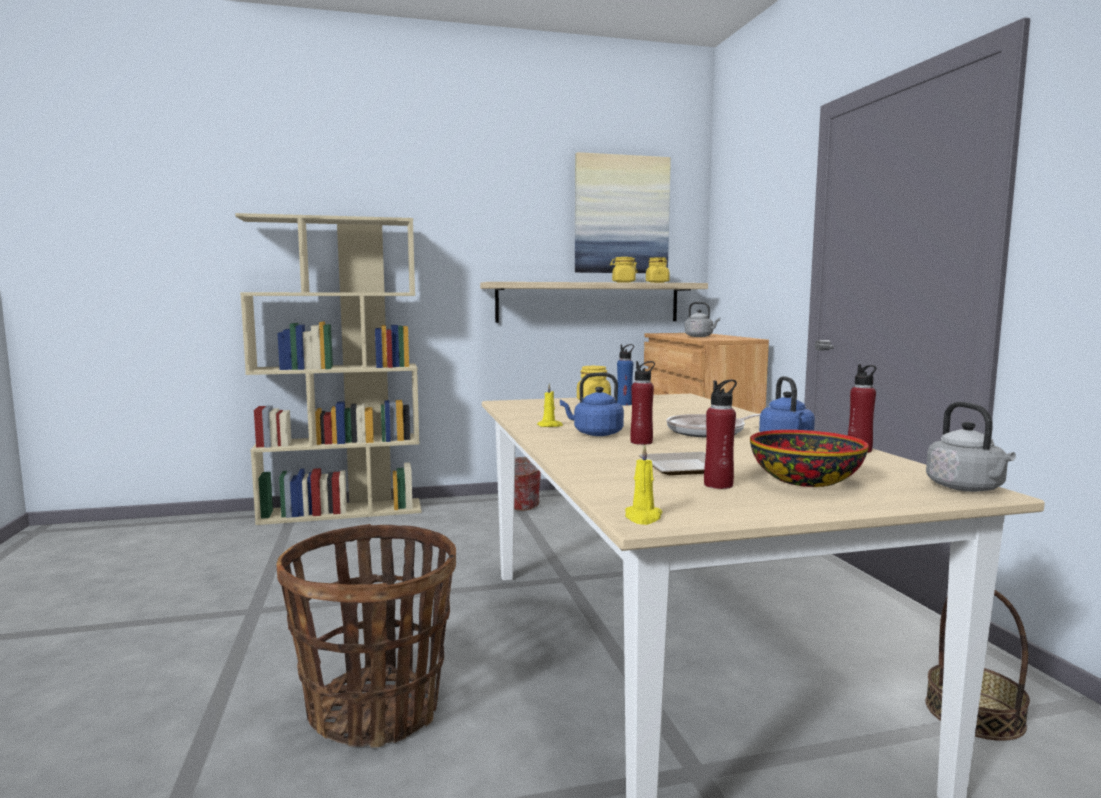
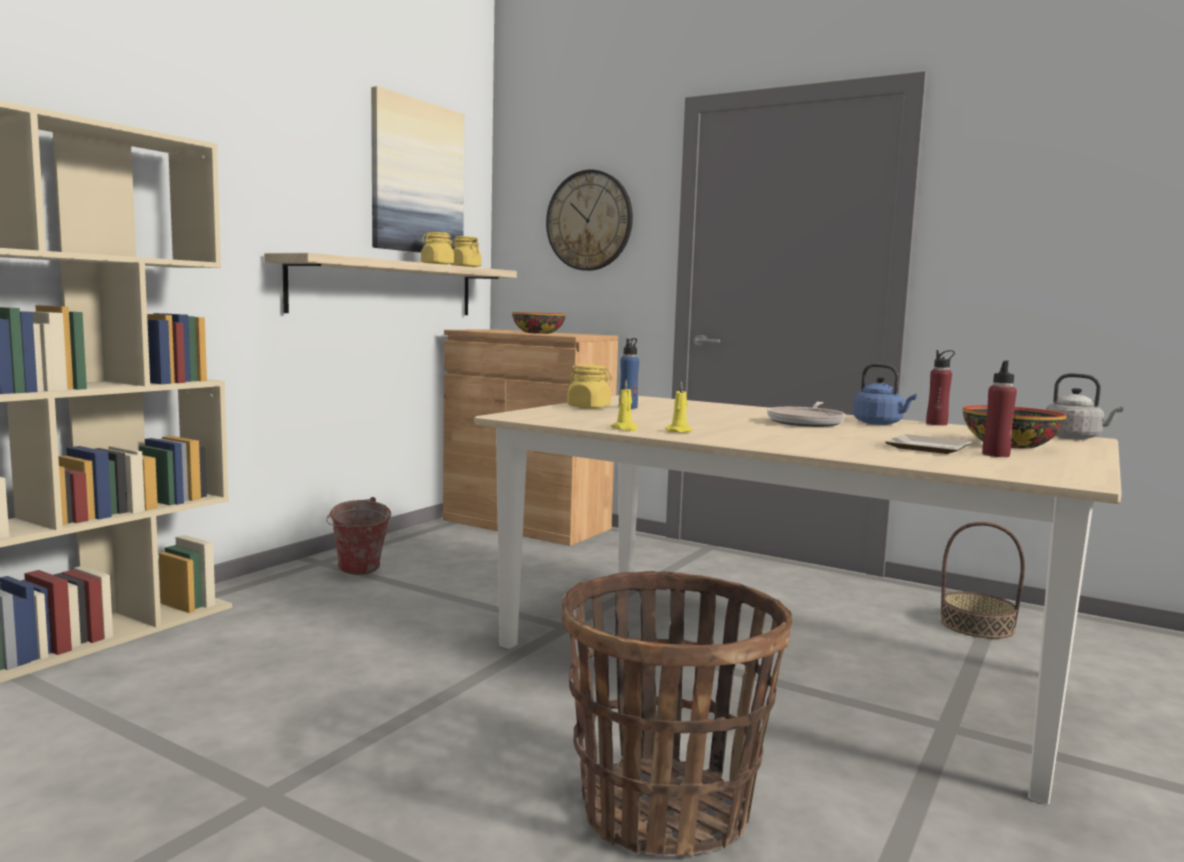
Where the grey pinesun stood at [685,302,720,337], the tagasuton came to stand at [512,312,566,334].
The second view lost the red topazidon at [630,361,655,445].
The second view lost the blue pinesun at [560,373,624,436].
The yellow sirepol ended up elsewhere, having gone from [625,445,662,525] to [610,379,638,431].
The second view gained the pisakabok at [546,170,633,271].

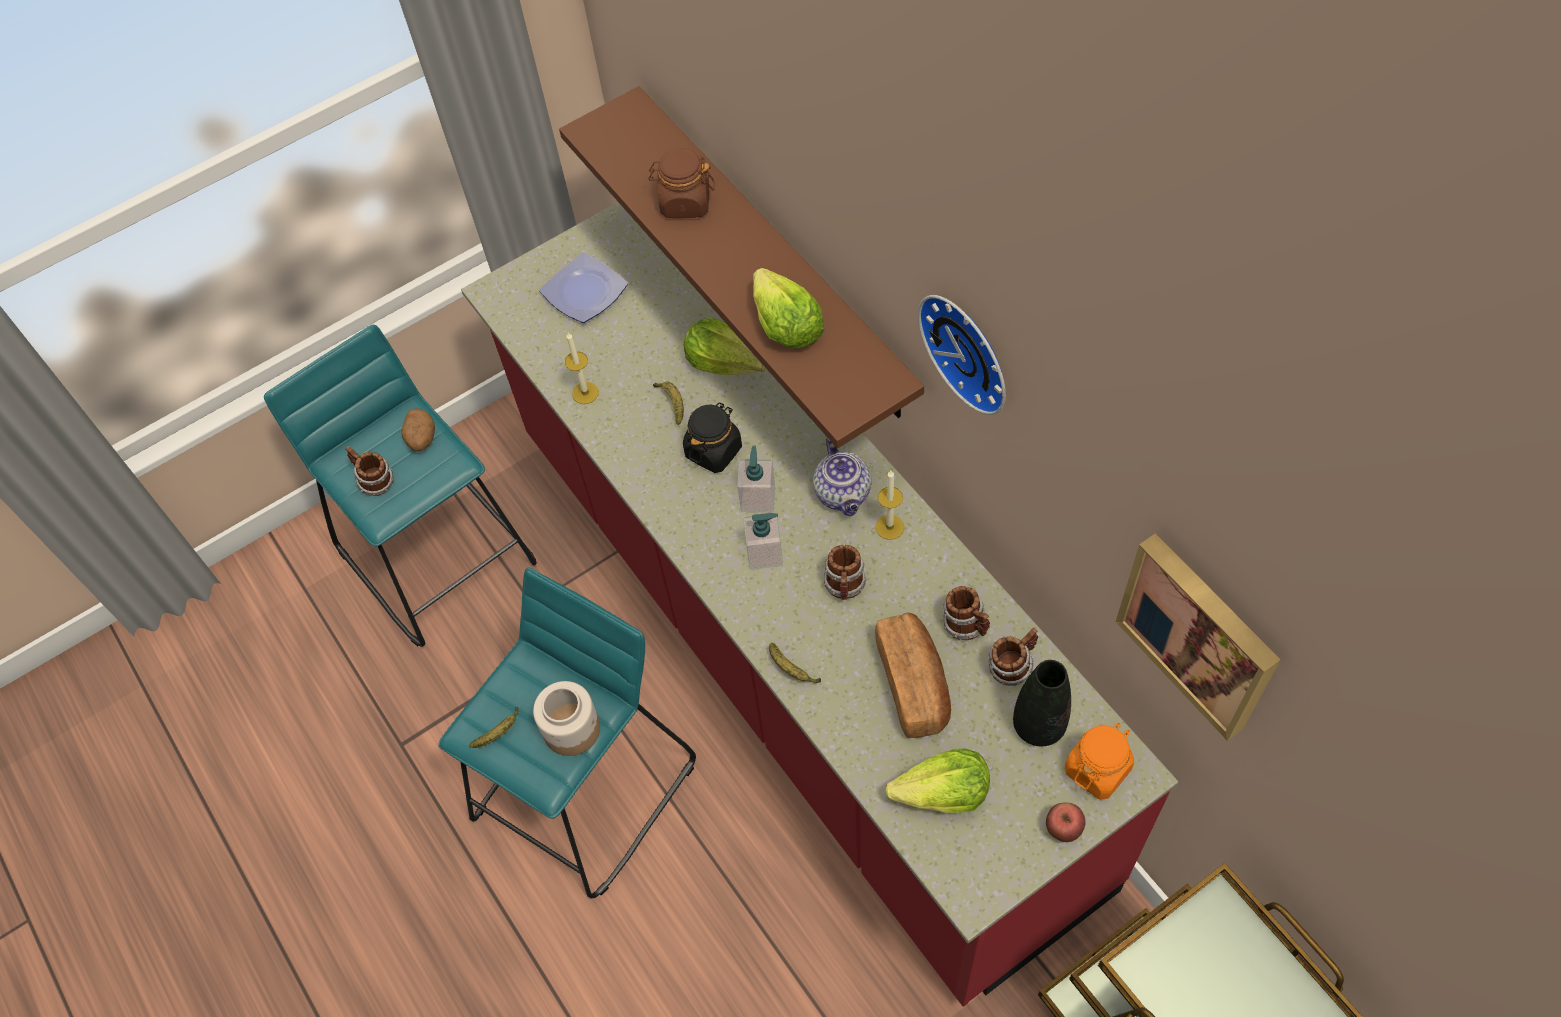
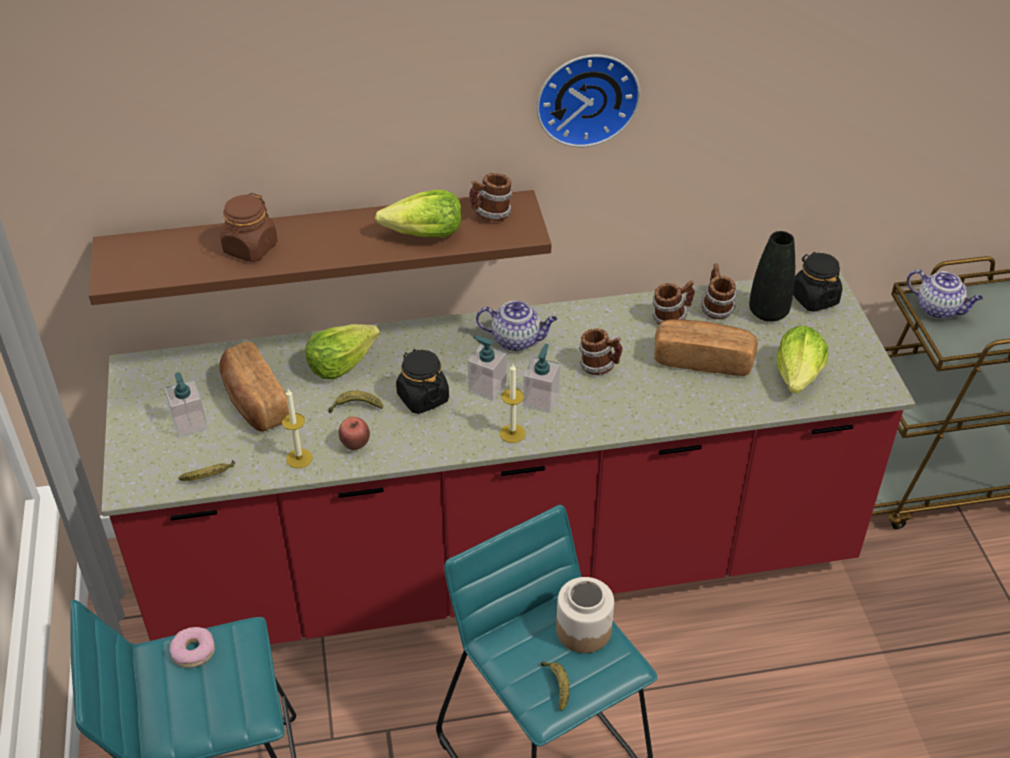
Where the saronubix stood at [539,252,628,323], the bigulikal came to stand at [165,372,208,438].
Where the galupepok stood at [401,408,435,452], the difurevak came to stand at [169,627,215,668].
The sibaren ended up elsewhere, having gone from [345,446,394,496] to [469,173,513,222].
The sirepol ended up elsewhere, having gone from [876,471,904,540] to [500,364,526,443].
The second view lost the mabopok at [1116,533,1281,741].
The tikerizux ended up elsewhere, having gone from [769,643,821,683] to [179,460,235,481].
What was the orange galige at [1065,723,1134,799] turned into the black galige at [793,252,842,312].
The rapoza ended up elsewhere, having gone from [1046,803,1086,842] to [339,417,370,450].
The second view gained the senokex at [907,269,983,319].
The second view gained the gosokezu at [219,341,289,432].

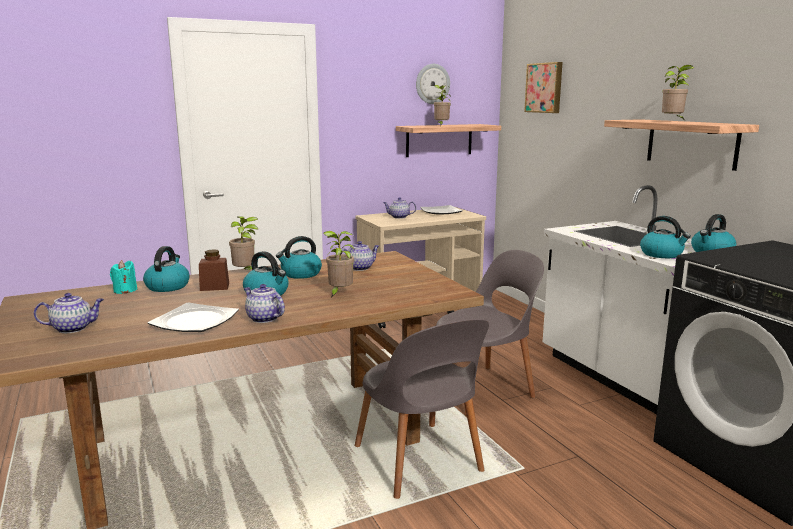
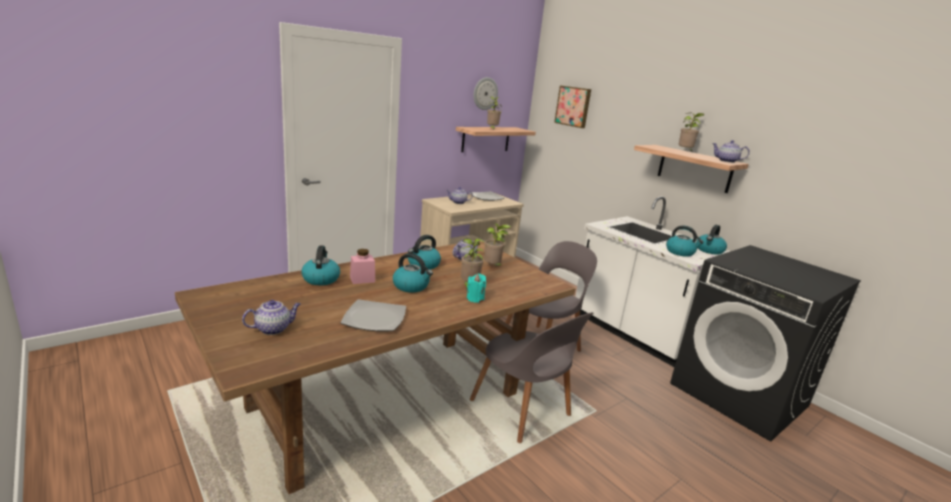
The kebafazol ended up elsewhere, having gone from [229,216,258,270] to [484,224,511,266].
What was the brown galige at [199,249,229,291] turned into the pink galige at [350,249,375,284].
The turquoise sirepol ended up elsewhere, having gone from [110,260,138,294] to [467,274,486,303].
The senokex ended up elsewhere, having gone from [244,284,285,323] to [712,140,750,163].

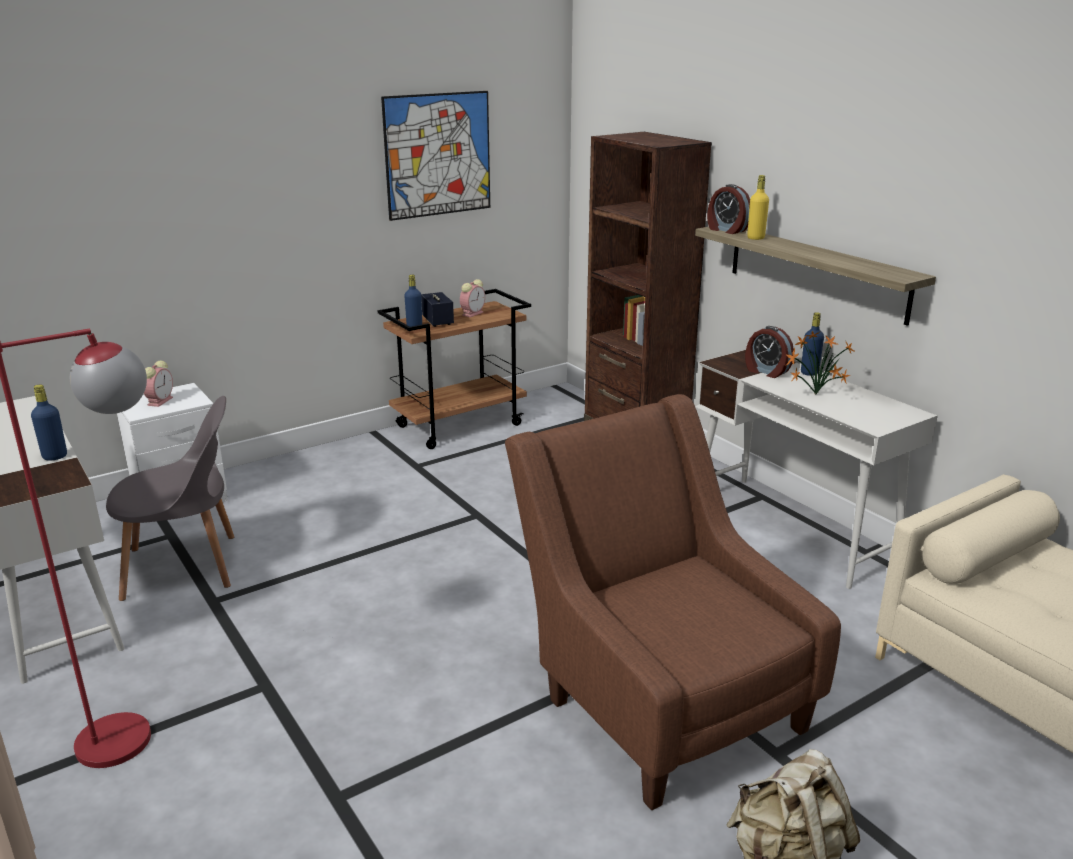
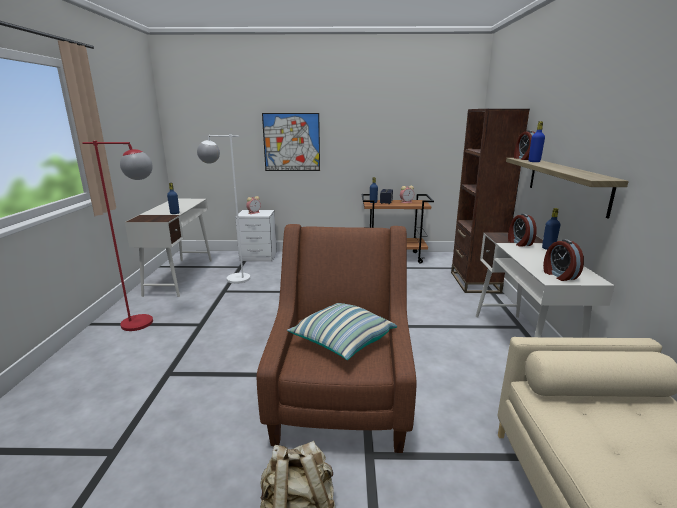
The mabopok ended up elsewhere, having gone from [381,91,490,221] to [262,113,320,171].
What was the yellow topazidon at [747,175,769,240] turned into the blue topazidon at [528,121,545,162].
The second view lost the kebafazol at [785,331,856,395].
Where the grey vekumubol stood at [106,396,234,601], the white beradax came to stand at [197,134,250,284].
The second view gained the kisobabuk at [543,239,584,281].
The second view gained the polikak at [287,303,397,360].

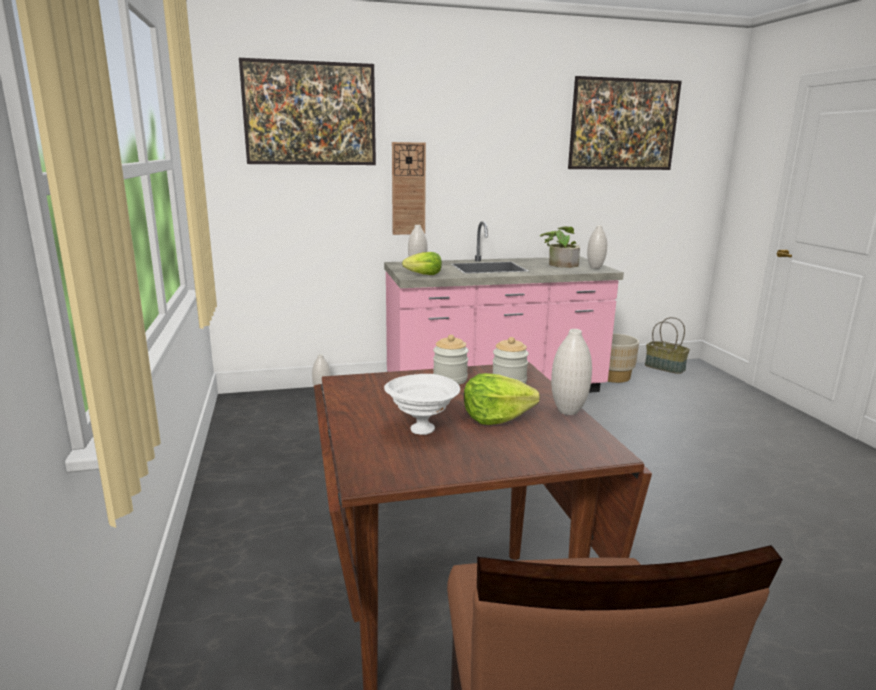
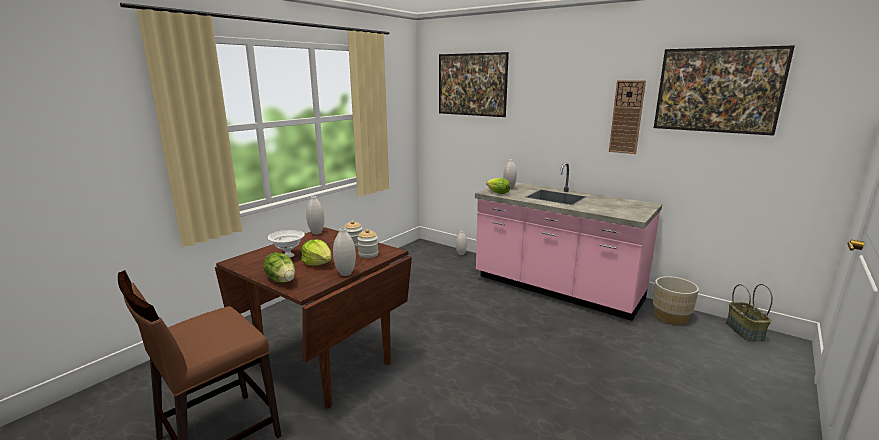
The pisakabok ended up elsewhere, having gone from [392,142,426,235] to [609,80,646,154].
The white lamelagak ended up elsewhere, having gone from [587,225,607,269] to [306,196,325,234].
The second view lost the kebafazol at [540,226,580,268].
The second view gained the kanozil at [263,253,295,283].

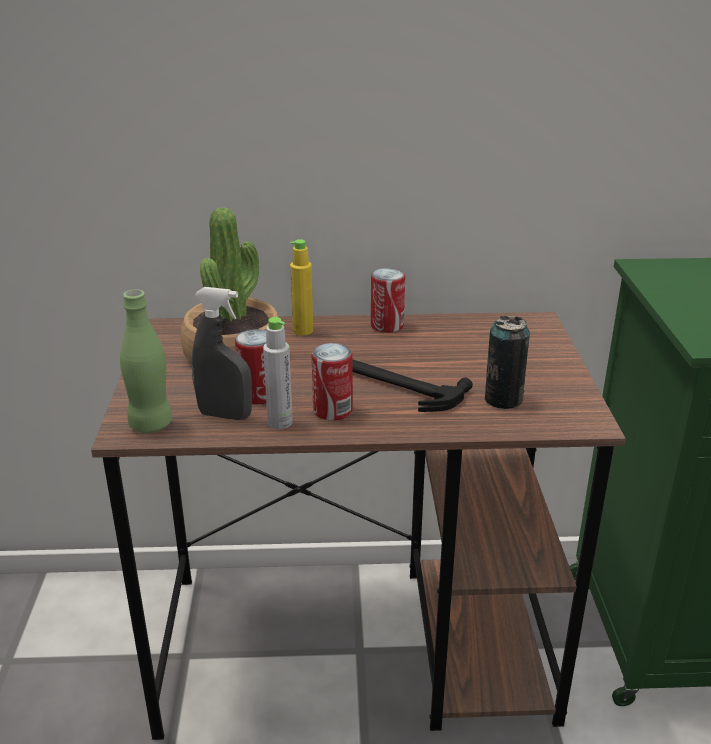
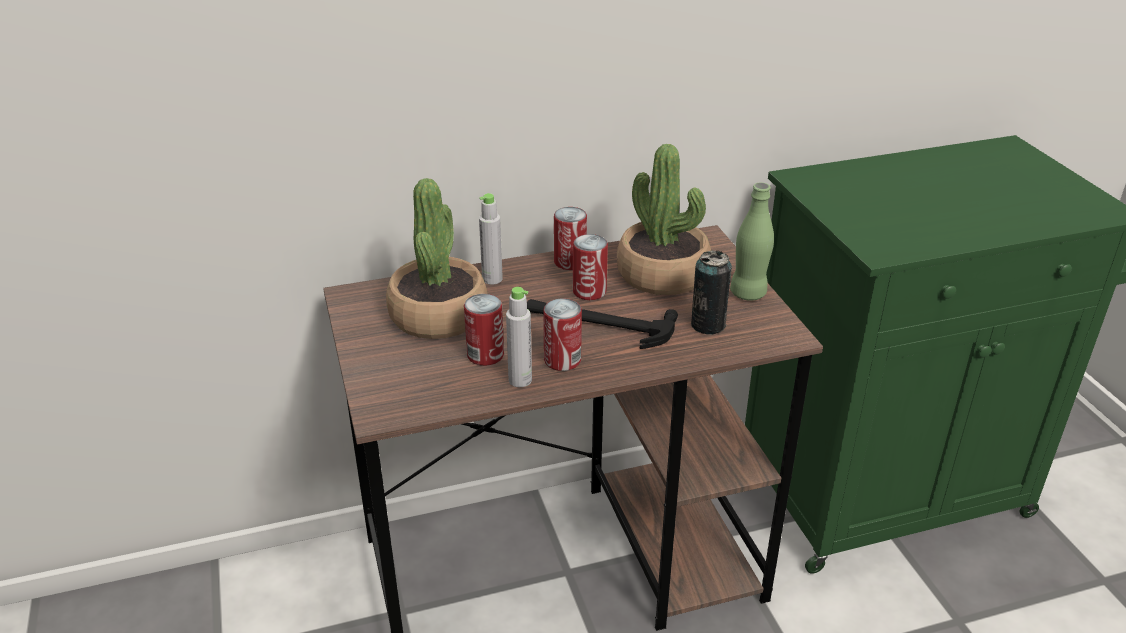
What was the yellow topazidon at [290,239,313,335] turned into the grey topazidon at [479,193,503,285].
The second view lost the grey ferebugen at [192,287,252,420].
The green topazidon ended up elsewhere, having gone from [120,289,172,433] to [730,183,774,301].
The second view gained the kebafazol at [617,144,711,295].
The second view gained the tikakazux at [573,234,608,300].

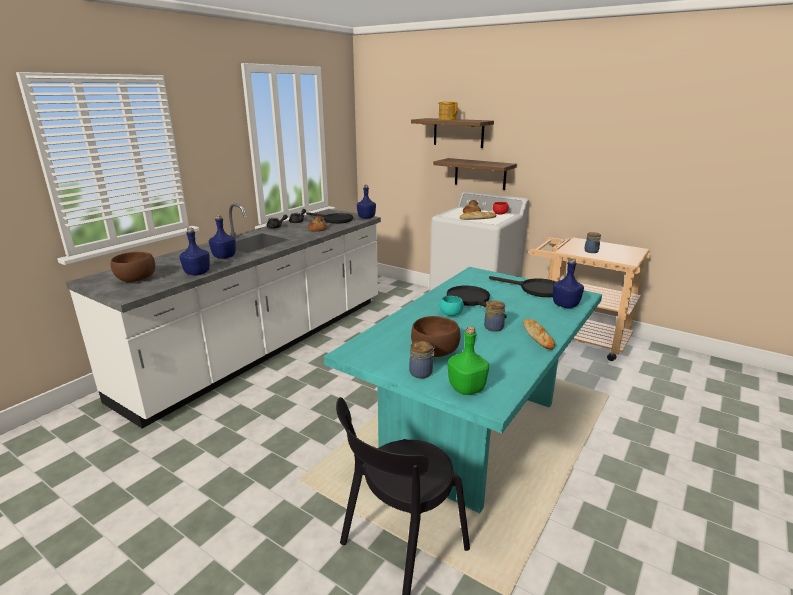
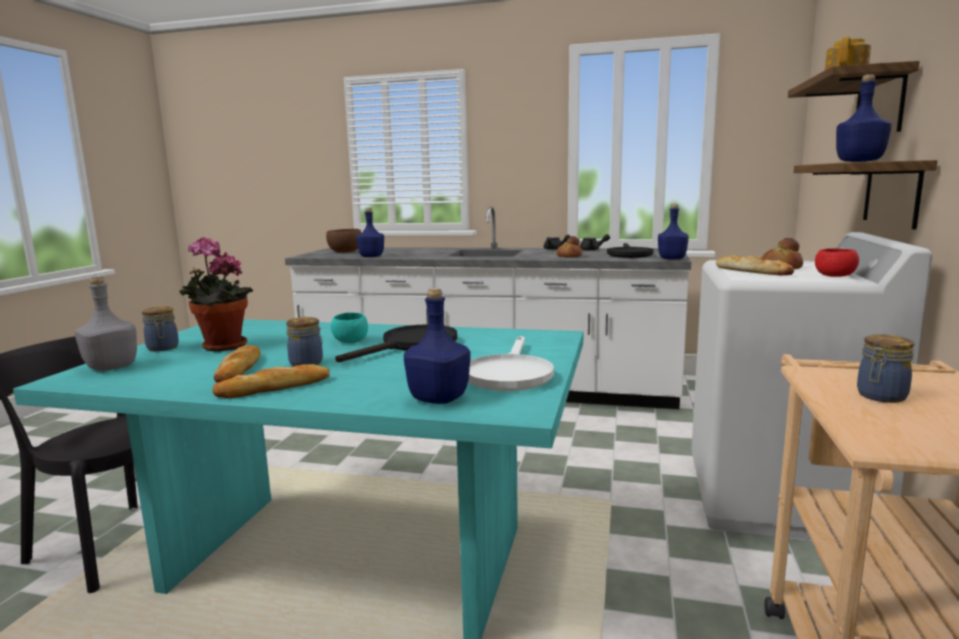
The blue topazidon ended up elsewhere, having gone from [209,215,236,259] to [836,74,892,162].
What was the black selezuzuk at [489,276,556,297] turned into the white selezuzuk at [468,336,554,391].
Where the brown tagasuton stood at [411,316,460,357], the kebafazol came to stand at [180,237,253,351].
What was the green topazidon at [448,326,489,395] turned into the grey topazidon at [75,276,137,371].
The second view gained the gosokezu at [213,345,261,382].

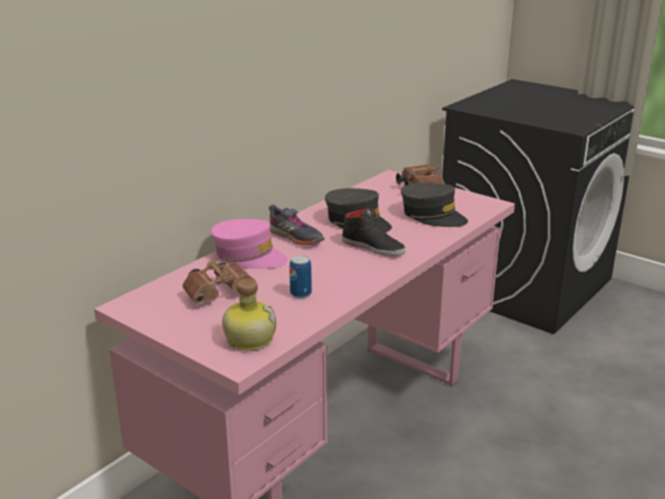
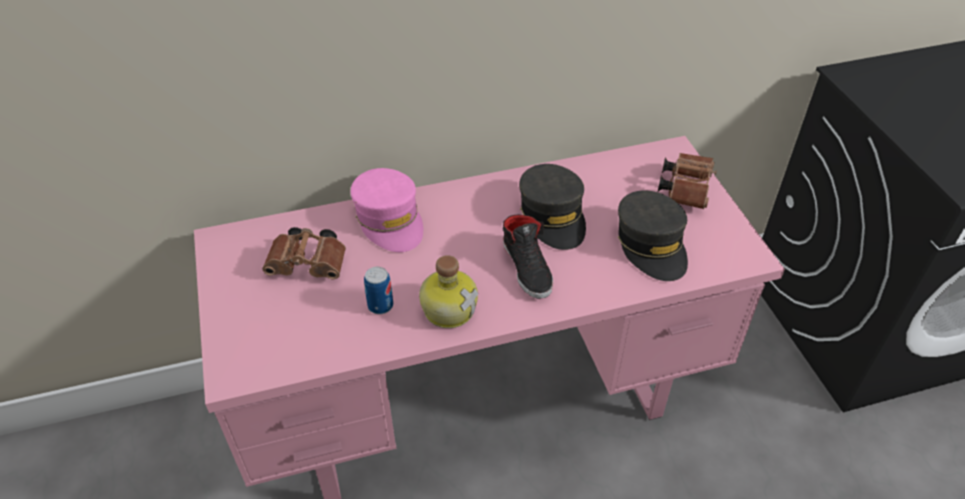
The second view lost the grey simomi at [269,204,325,245].
The topazidon ended up elsewhere, having gone from [222,279,276,351] to [419,255,478,328].

